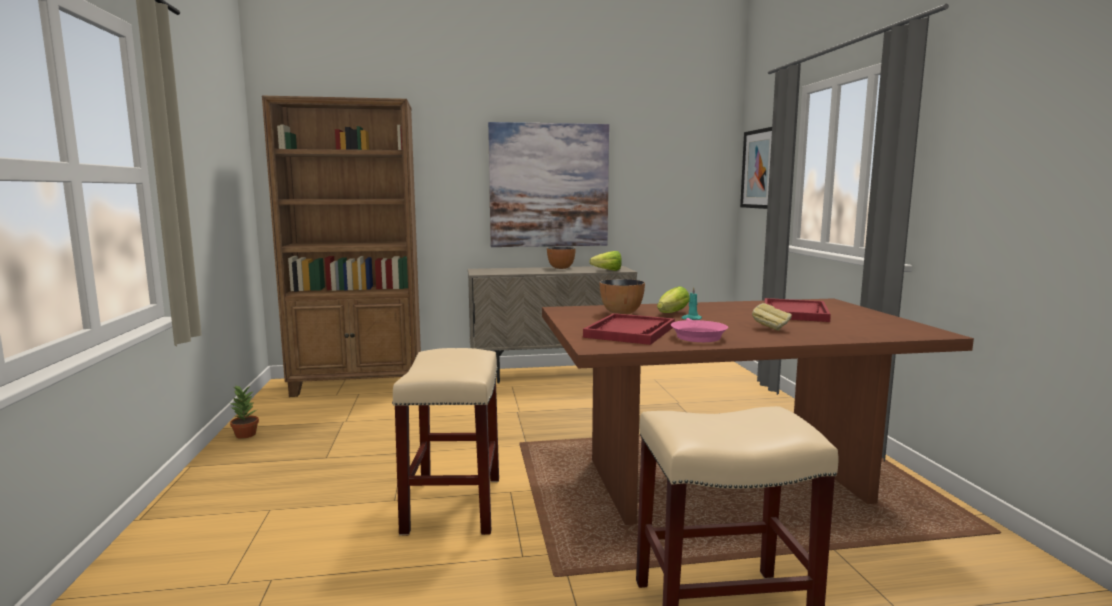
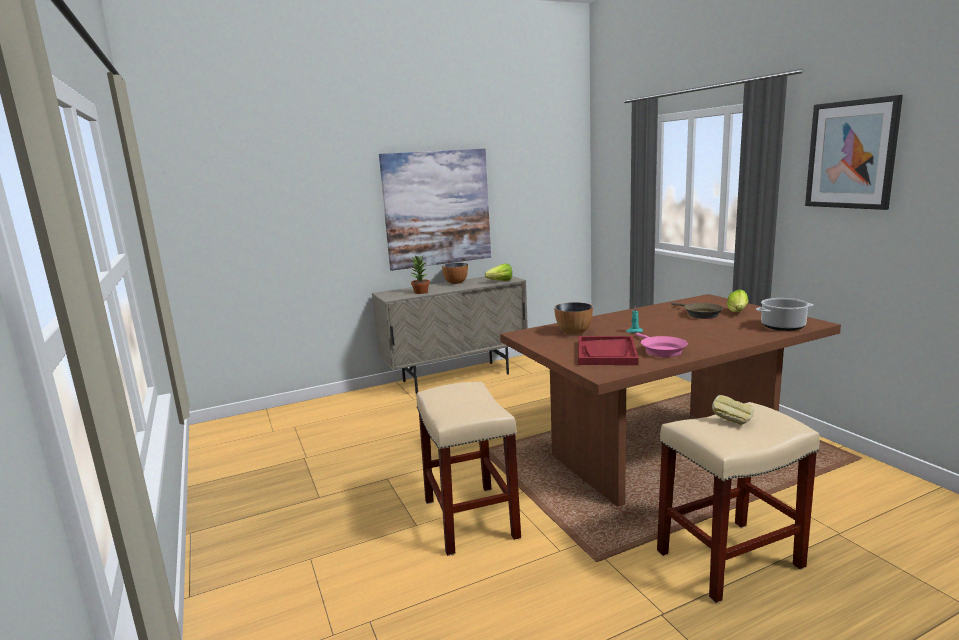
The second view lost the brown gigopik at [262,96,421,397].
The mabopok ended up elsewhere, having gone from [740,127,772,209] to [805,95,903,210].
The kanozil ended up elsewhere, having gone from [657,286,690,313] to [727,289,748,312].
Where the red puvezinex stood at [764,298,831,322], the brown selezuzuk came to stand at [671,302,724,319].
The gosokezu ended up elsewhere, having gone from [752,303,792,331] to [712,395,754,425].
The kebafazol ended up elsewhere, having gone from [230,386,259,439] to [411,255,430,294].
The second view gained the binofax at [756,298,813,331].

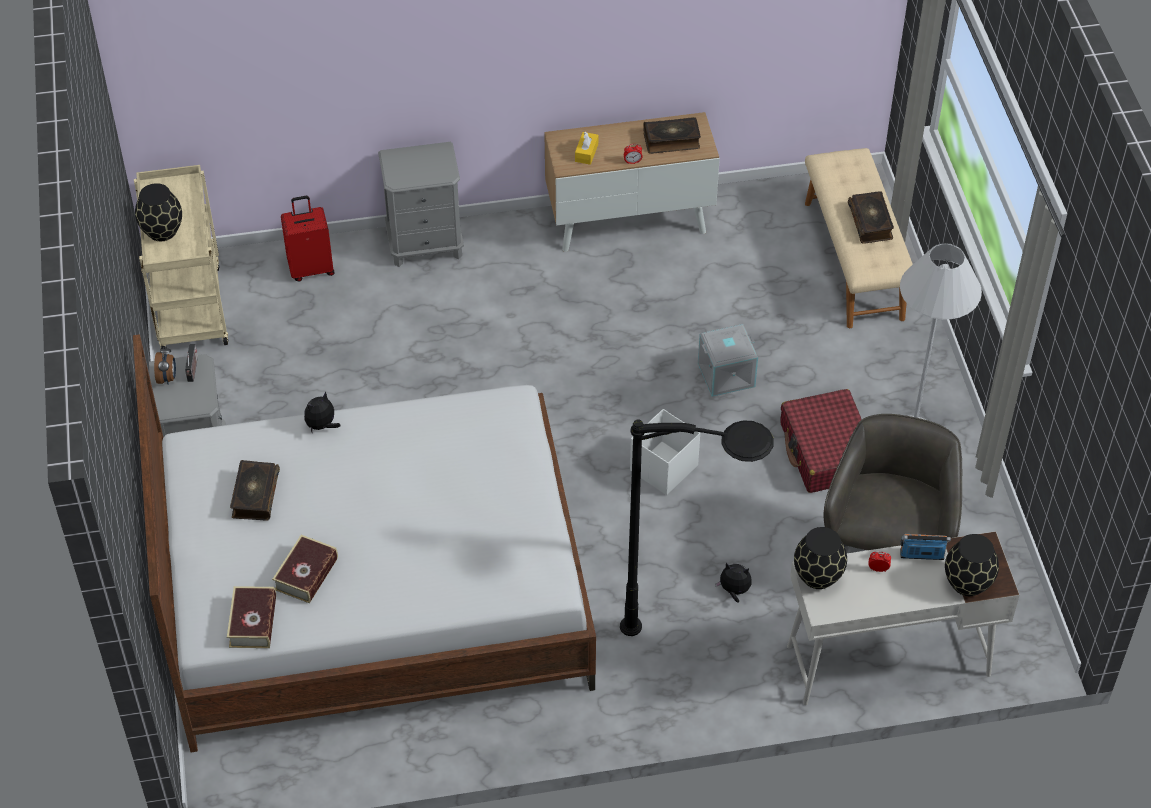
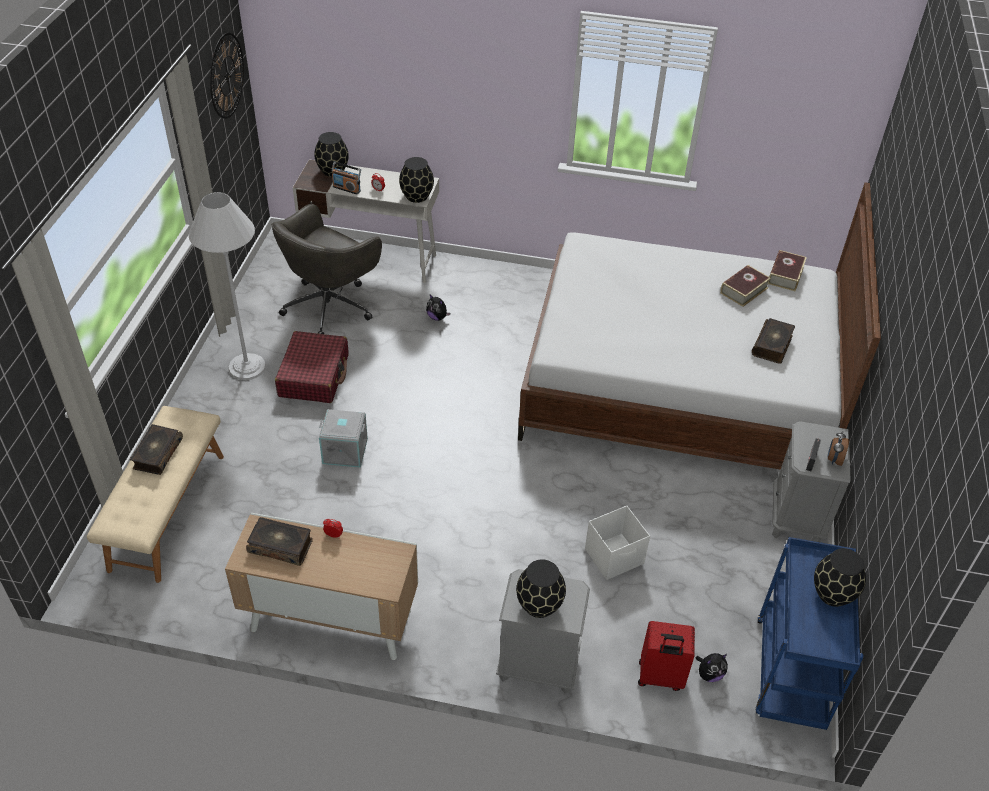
The second view lost the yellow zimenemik at [575,132,598,165].
What was the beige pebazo at [134,165,229,350] turned into the blue pebazo at [755,537,863,730].
The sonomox ended up elsewhere, having gone from [304,392,340,432] to [696,653,728,682].
The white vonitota ended up elsewhere, having gone from [630,409,700,495] to [585,506,650,580].
The second view lost the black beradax at [620,420,774,636].
The second view gained the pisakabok at [210,33,244,119].
The second view gained the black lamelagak at [516,559,566,618].

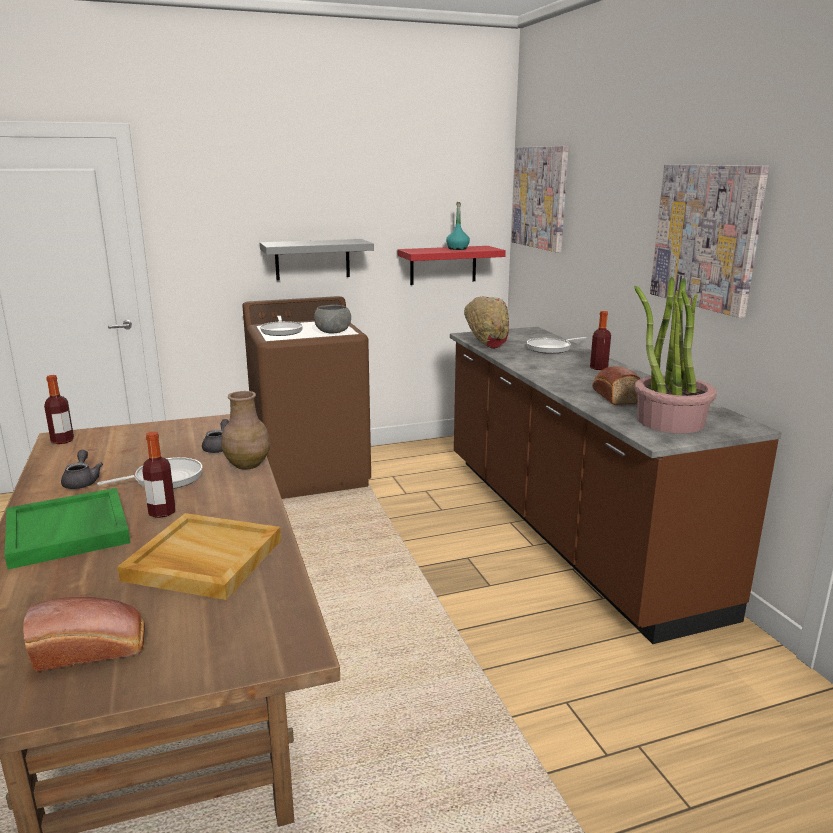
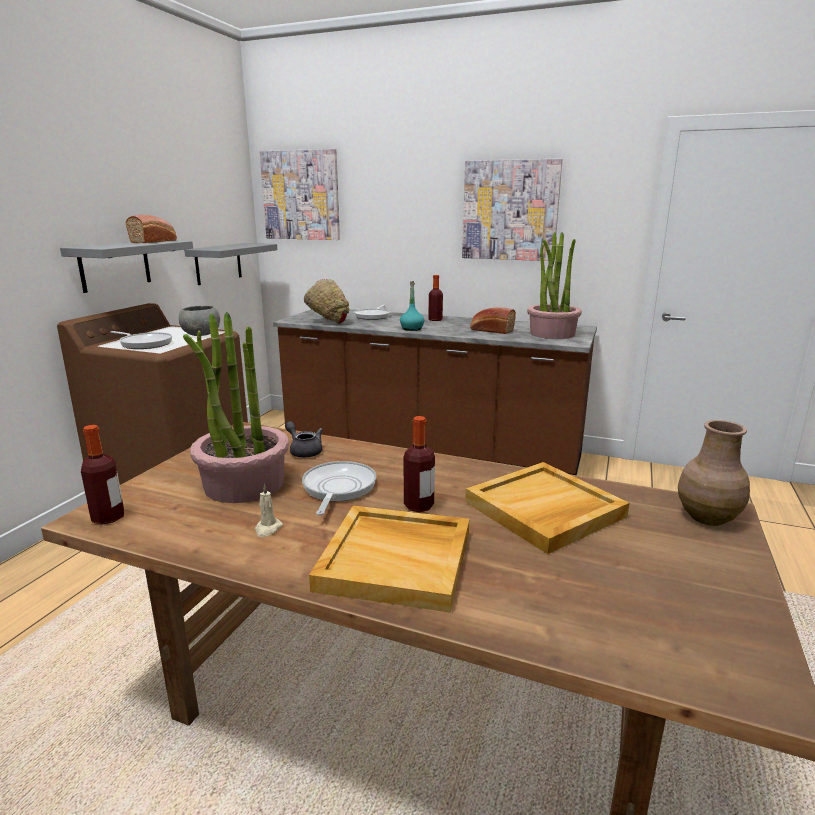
The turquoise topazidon ended up elsewhere, having gone from [446,202,470,250] to [400,281,425,331].
What was the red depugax at [398,246,506,285] turned into the grey depugax at [184,243,277,285].
The brown lamelagak ended up elsewhere, having gone from [222,391,270,470] to [678,420,750,526].
Where the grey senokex stood at [61,450,103,489], the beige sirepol came to stand at [255,483,283,537].
What was the green puvezinex at [5,488,130,569] turned into the beige puvezinex at [309,506,469,613].
The gosokezu ended up elsewhere, having gone from [23,597,145,672] to [126,215,177,243].
The second view gained the kebafazol at [183,312,289,503].

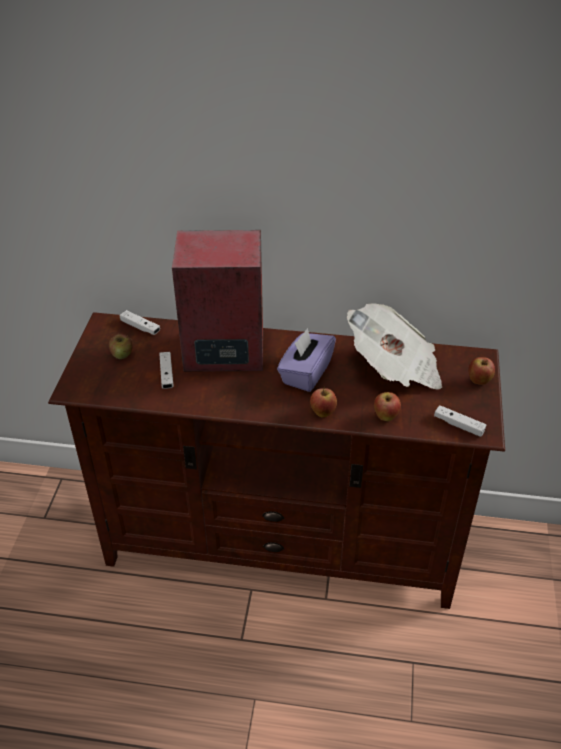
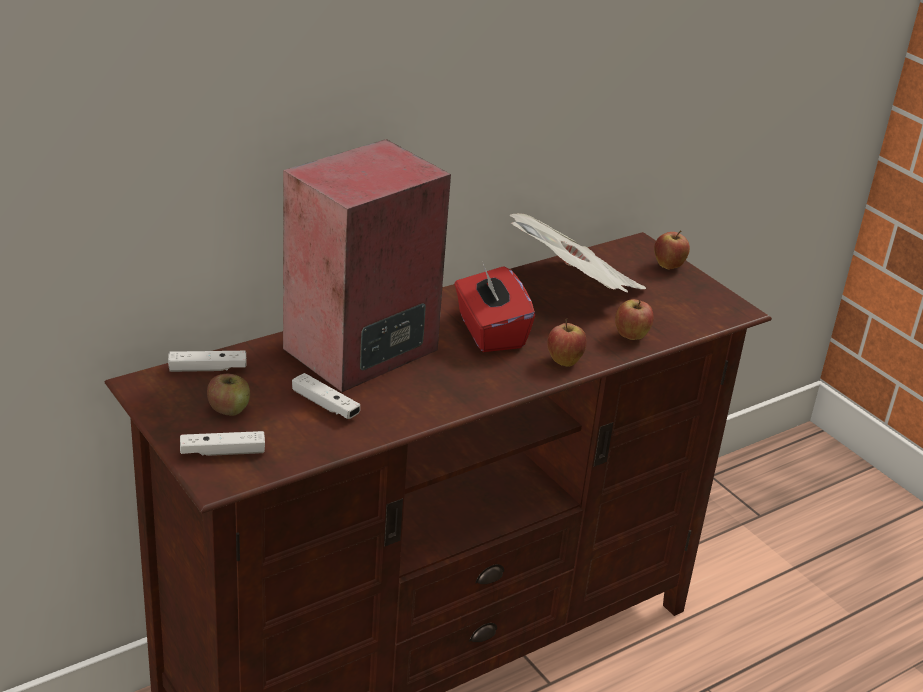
What was the purple zimenemik at [277,328,336,392] turned into the red zimenemik at [454,264,535,352].
The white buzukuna ended up elsewhere, having gone from [434,405,486,437] to [180,431,265,456].

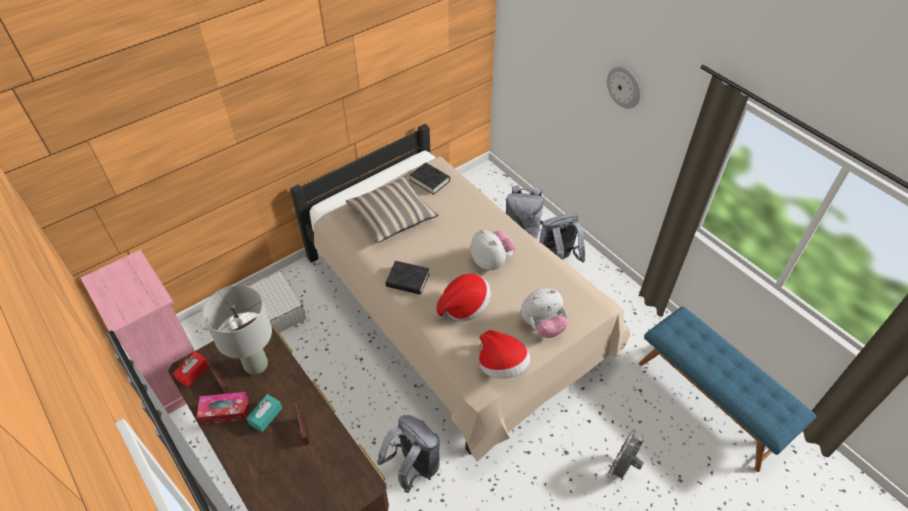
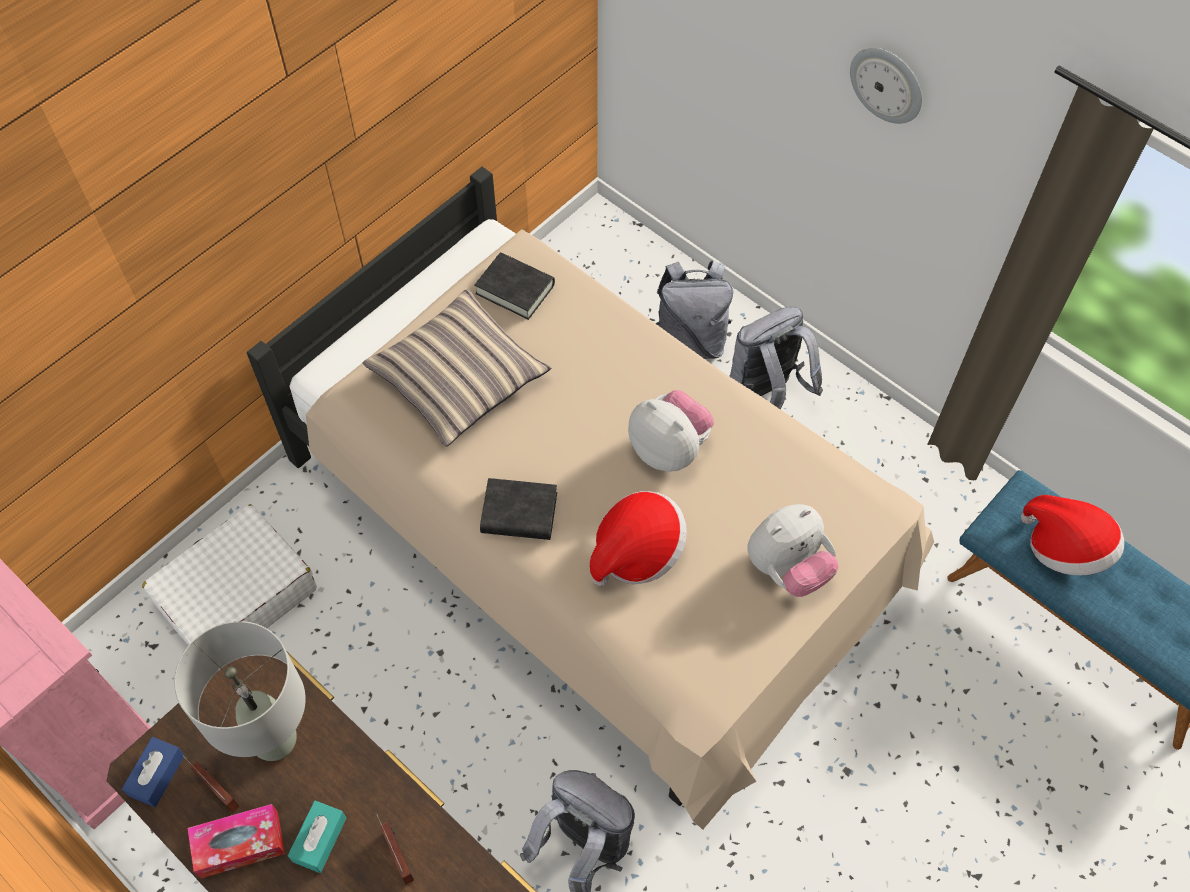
The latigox ended up elsewhere, having gone from [479,330,531,379] to [1021,495,1124,575].
What was the red zimenemik at [173,352,209,387] turned into the blue zimenemik at [122,737,185,807].
The second view lost the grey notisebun at [607,430,644,481].

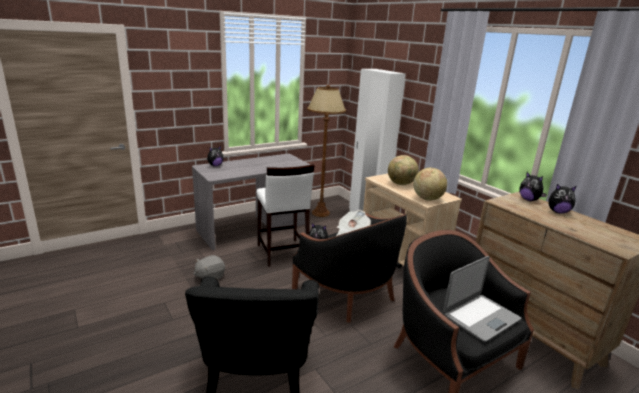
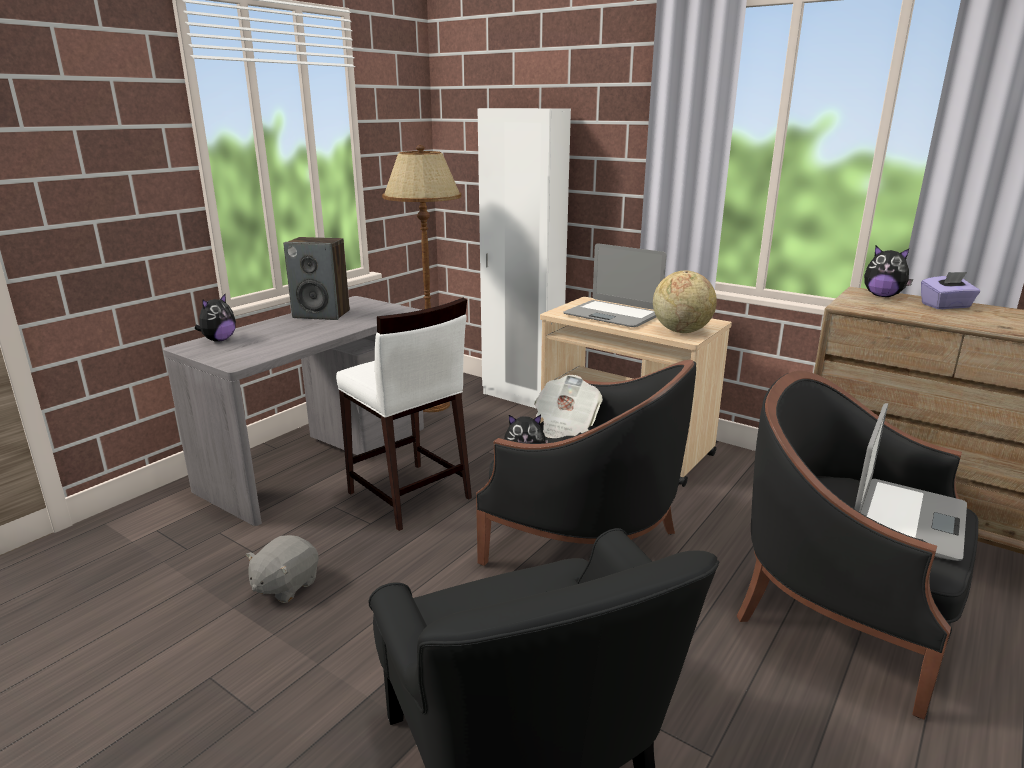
Where the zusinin stood at [388,155,418,185], the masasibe came to stand at [563,243,666,327].
Where the sonomox stood at [549,184,576,214], the purple zimenemik came to stand at [921,272,980,309].
The second view gained the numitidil at [283,237,350,320].

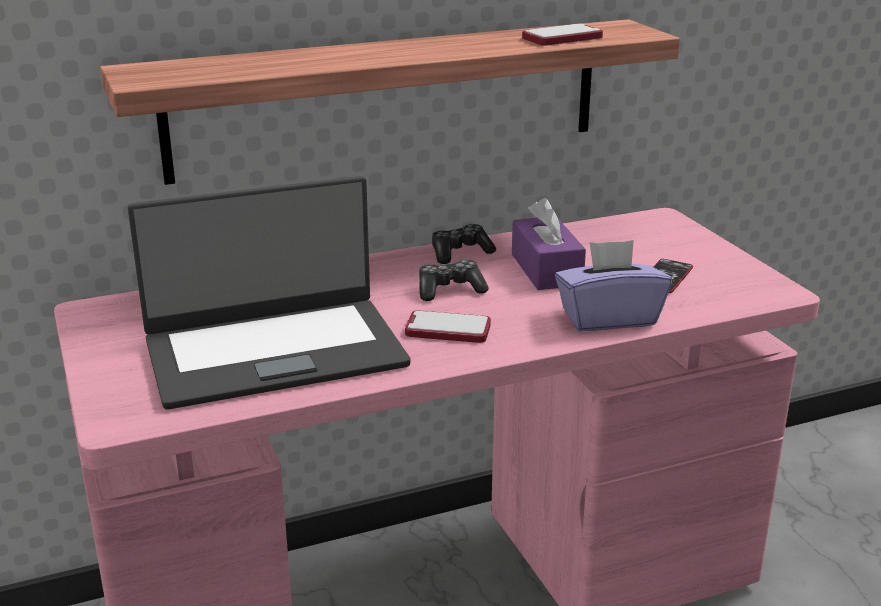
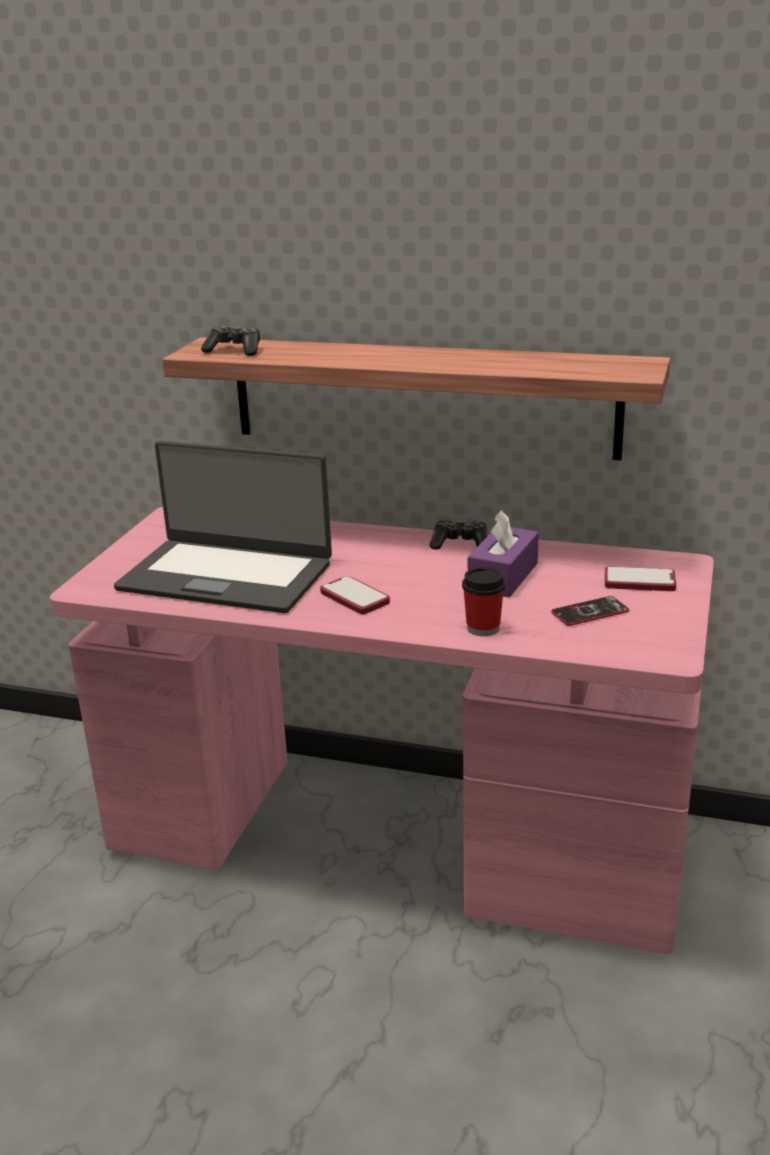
The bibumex ended up elsewhere, having gone from [522,23,603,46] to [605,566,676,591].
Where the purple zimenemik stood at [555,240,672,331], the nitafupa came to stand at [462,567,505,636].
The buzukuna ended up elsewhere, having gone from [419,260,488,301] to [201,326,260,356].

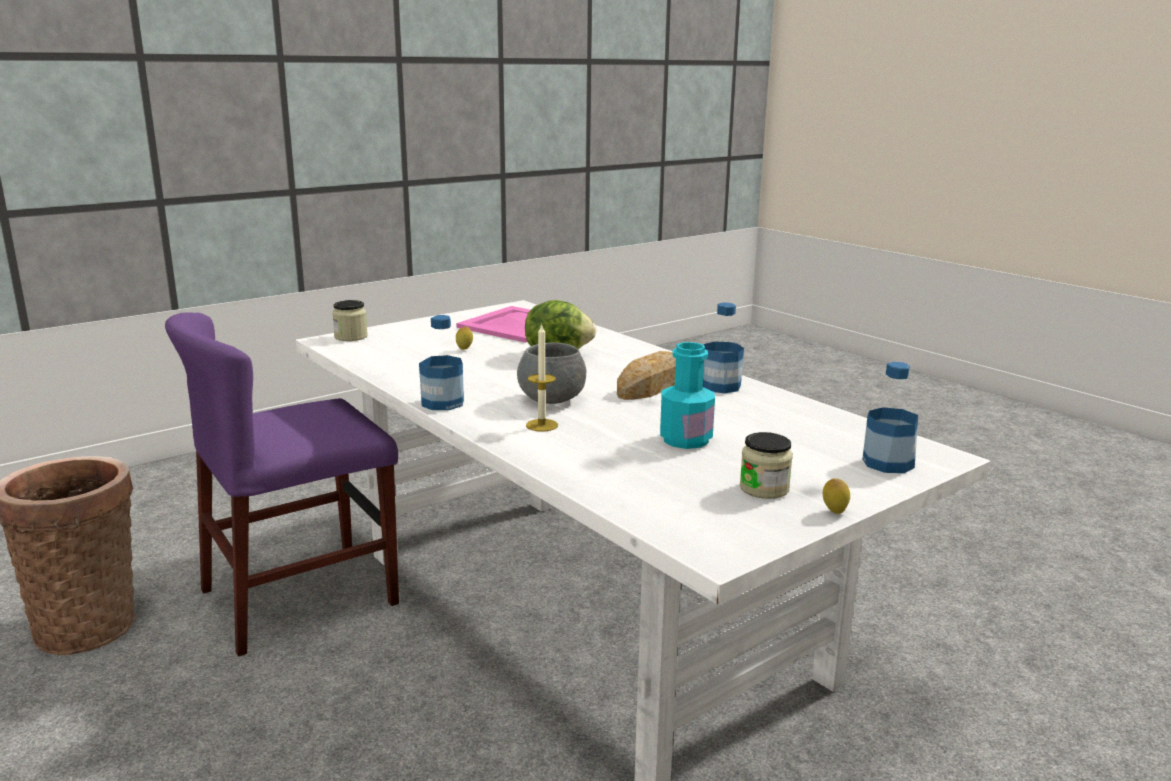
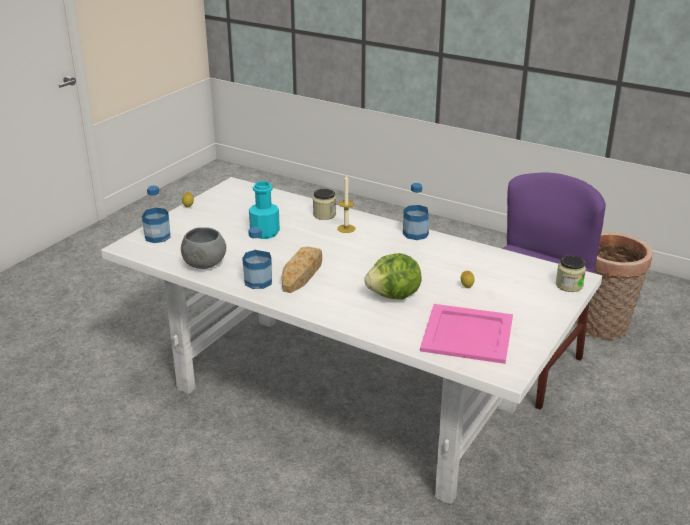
The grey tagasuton ended up elsewhere, having gone from [517,343,586,404] to [181,227,226,269].
The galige ended up elsewhere, having gone from [740,432,793,499] to [313,189,336,220].

